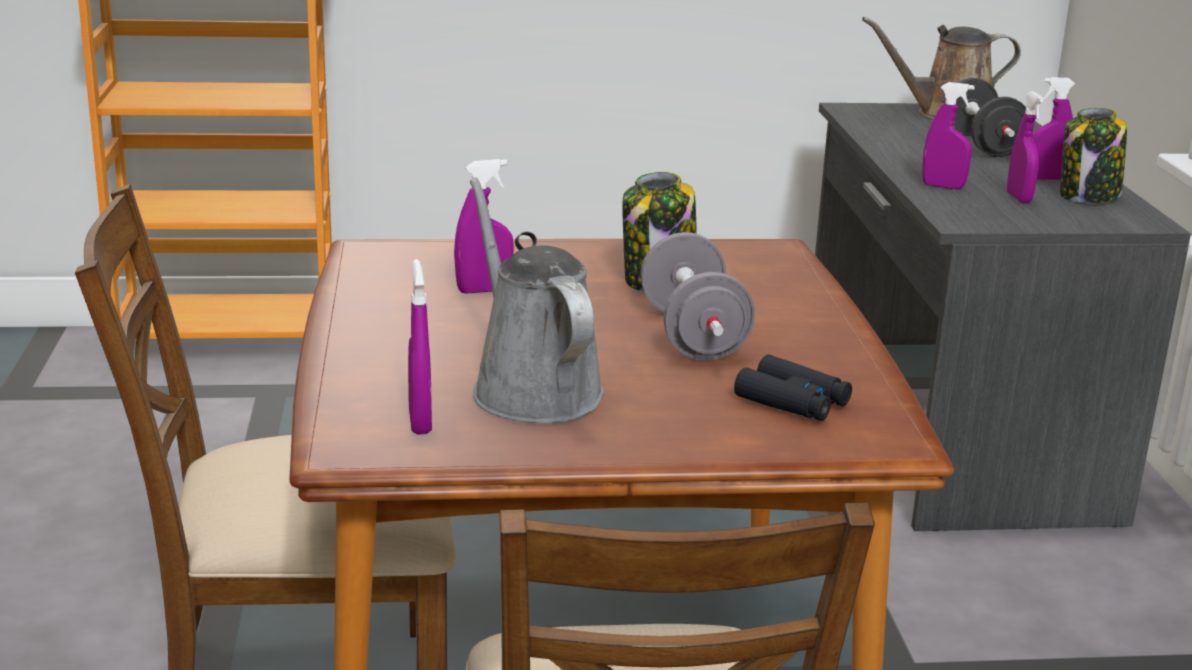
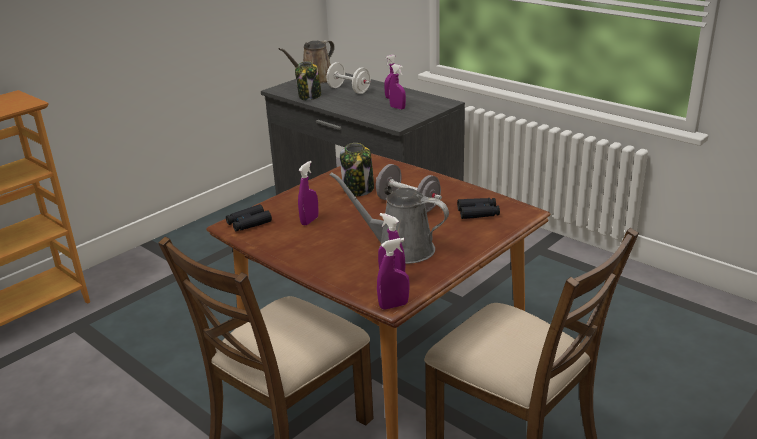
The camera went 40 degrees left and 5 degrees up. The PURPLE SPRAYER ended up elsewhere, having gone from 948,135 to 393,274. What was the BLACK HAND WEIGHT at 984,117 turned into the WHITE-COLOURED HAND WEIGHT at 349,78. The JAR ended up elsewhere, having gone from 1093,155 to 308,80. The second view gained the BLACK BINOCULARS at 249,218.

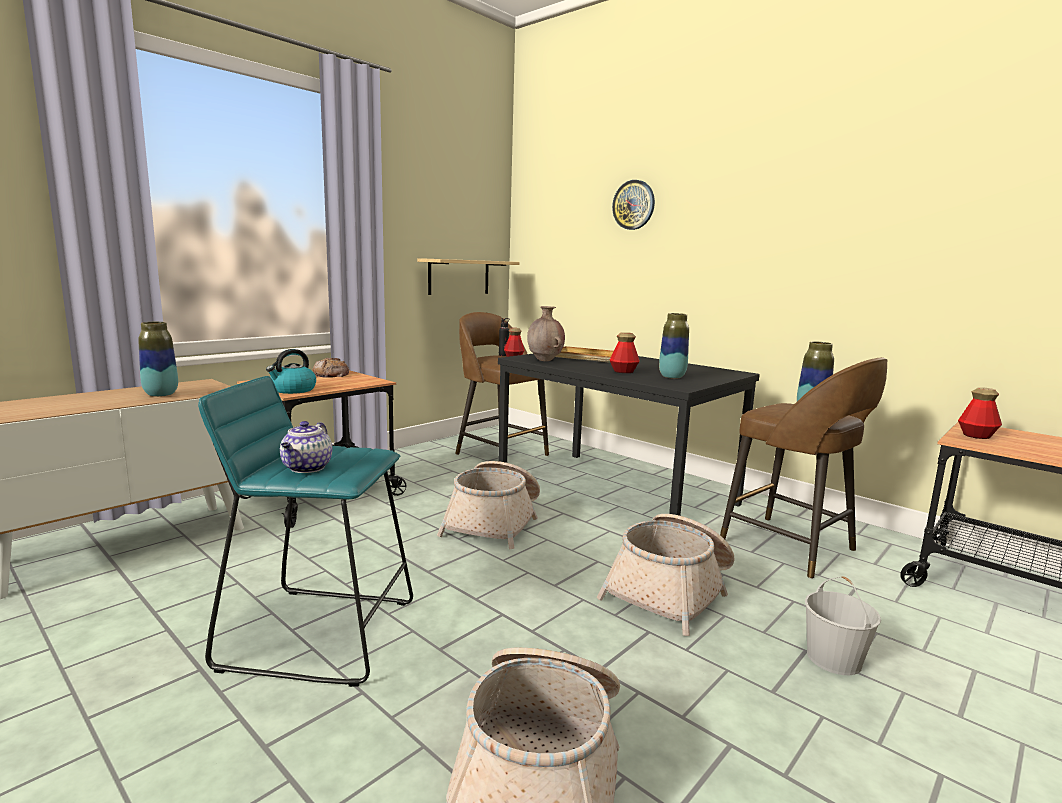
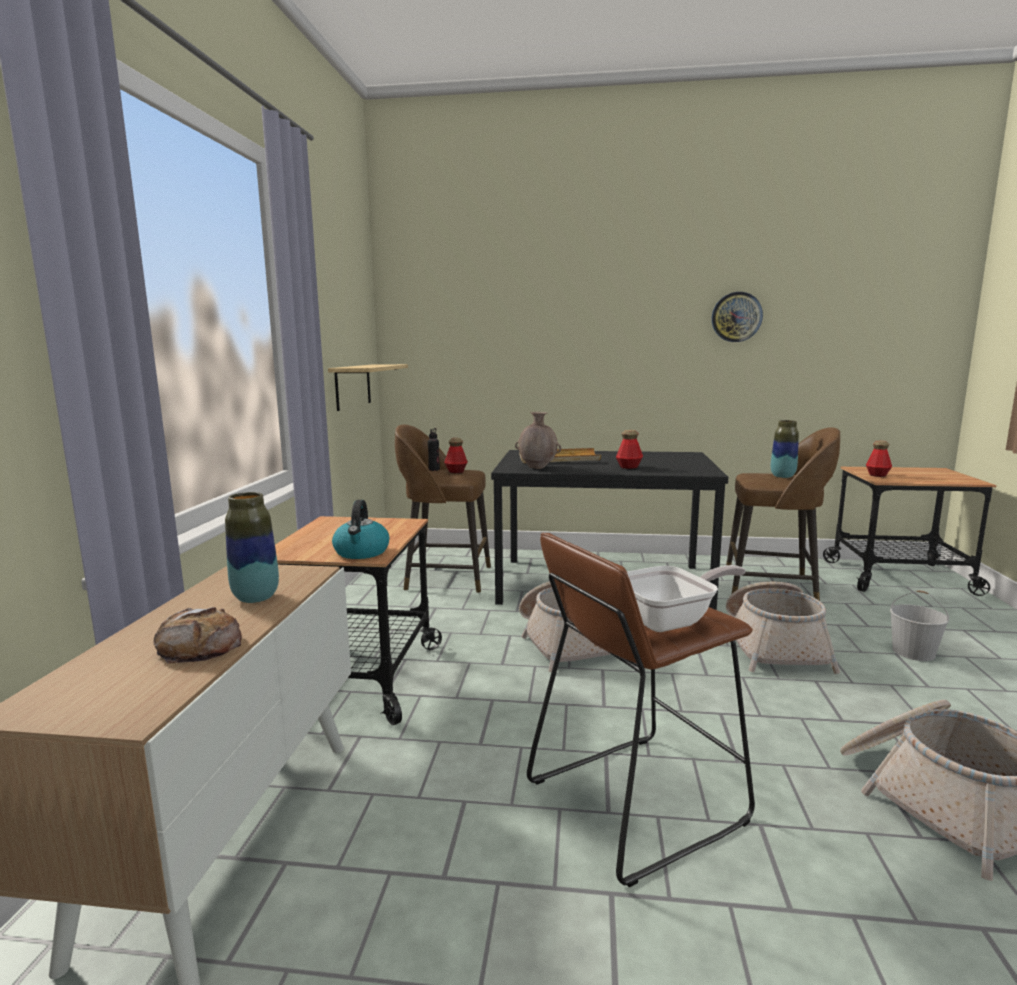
The camera went 35 degrees left and 0 degrees up. What was the TURQUOISE STOOL SEAT at 305,531 turned into the BROWN STOOL SEAT at 641,710. Where the TEAPOT stood at 306,447, the SKILLET came to stand at 686,598. The BREAD ended up elsewhere, having gone from 331,368 to 197,635. The HANGING CLOCK ended up elsewhere, having gone from 633,205 to 737,317. The second view lost the FLOWER VASE at 674,346.

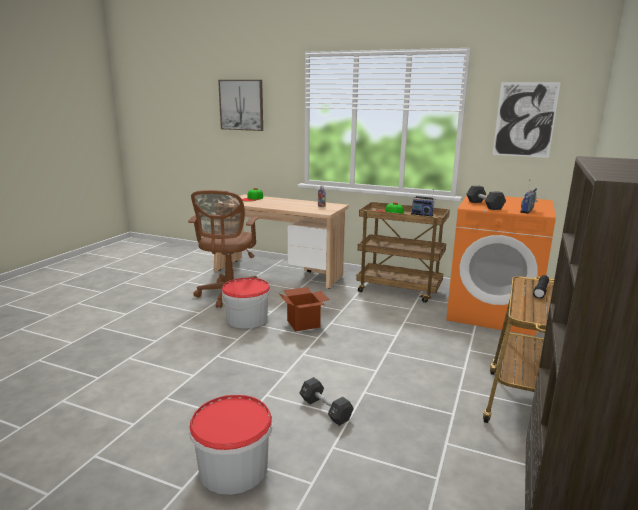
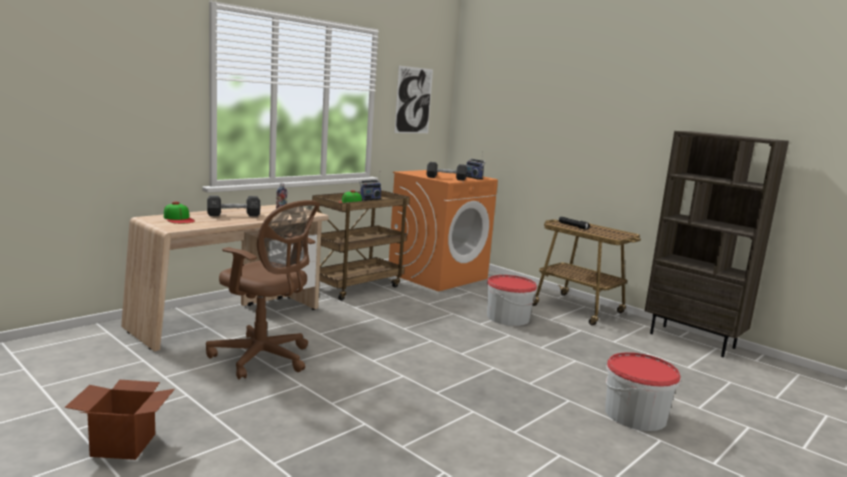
The camera went 70 degrees left and 5 degrees down. The second view lost the WALL ART at 240,105. The WATER BUCKET ended up elsewhere, having gone from 246,303 to 512,300. The CARDBOARD BOX ended up elsewhere, having gone from 305,309 to 120,420. The BLACK HAND WEIGHT ended up elsewhere, having gone from 327,401 to 233,206.

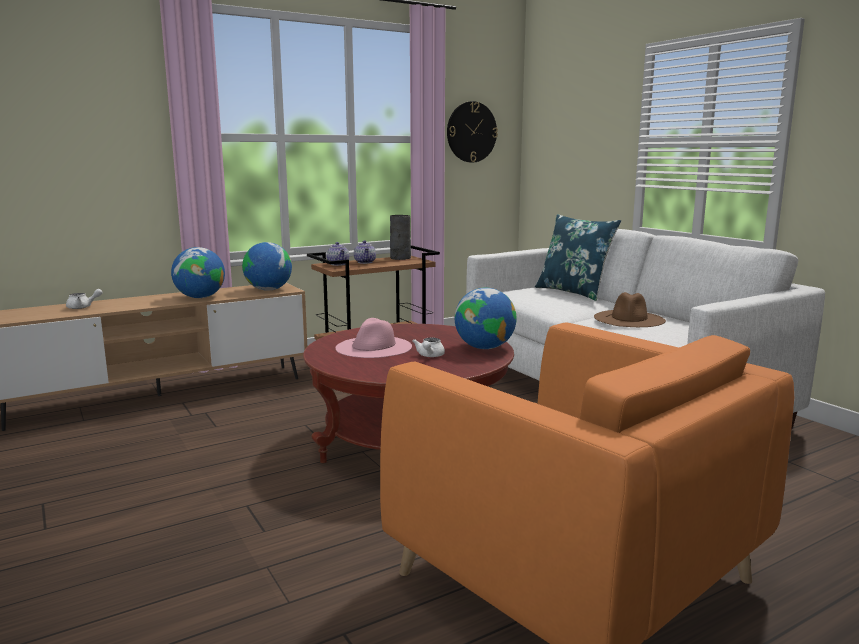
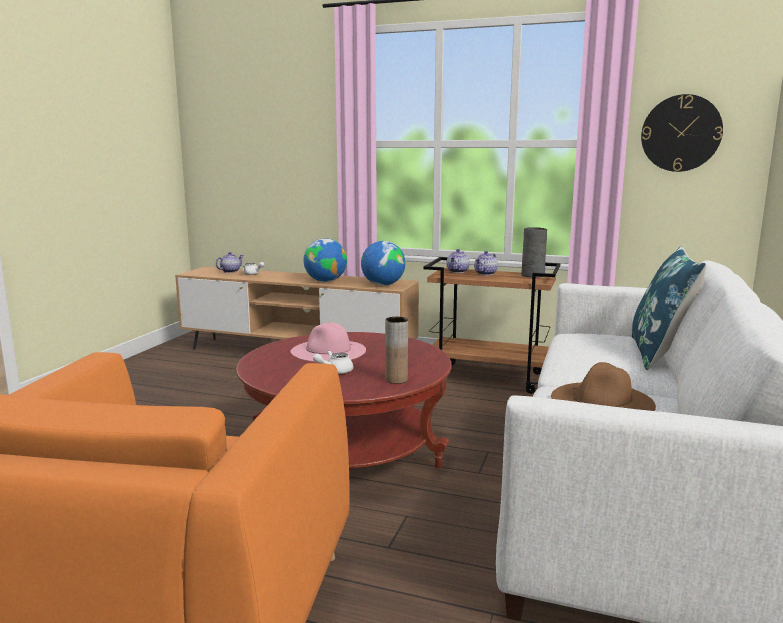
The camera went 50 degrees right and 0 degrees up. Where the WORLD GLOBE stood at 485,318, the BROWN FLOWER VASE came to stand at 396,350. The second view gained the TEAPOT at 230,262.

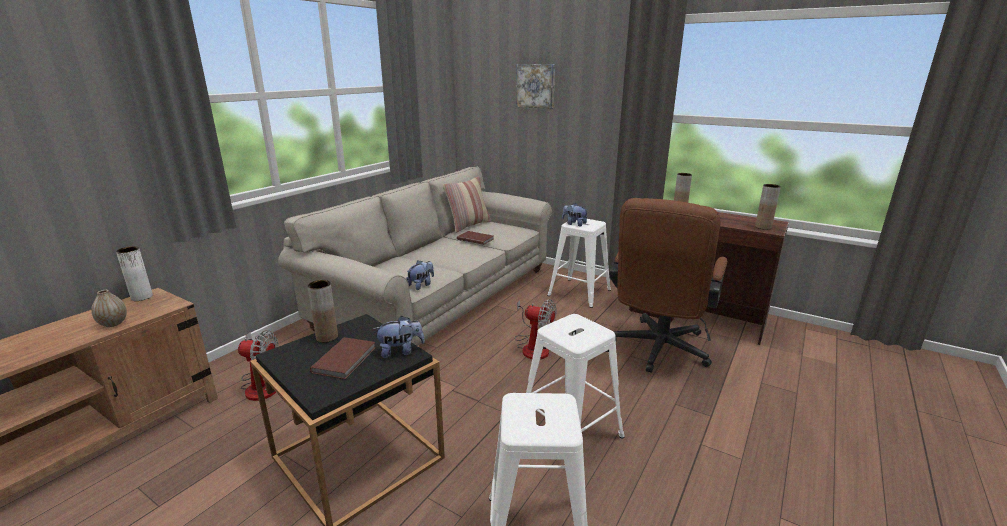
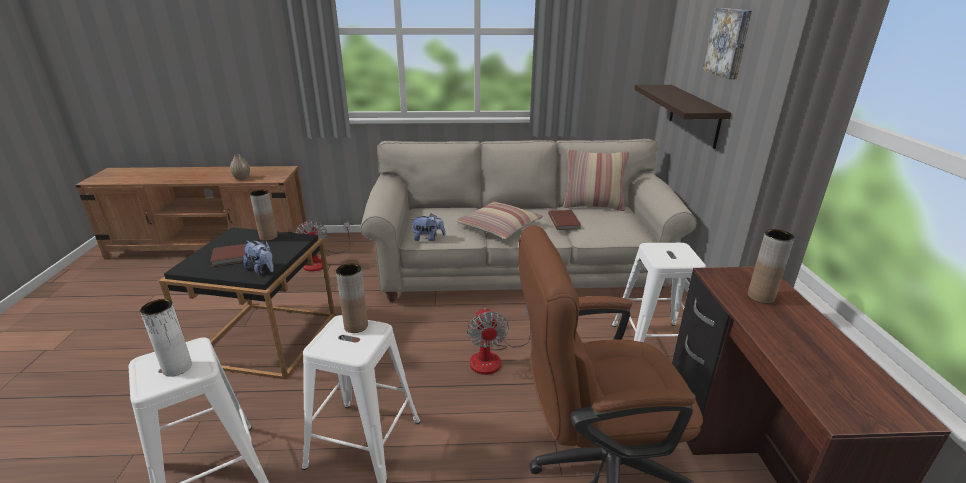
The camera went 55 degrees right and 5 degrees up. The WHITE-COLOURED FLOWER VASE ended up elsewhere, having gone from 134,273 to 166,338. The second view lost the PLUSH TOY at 575,214. The BROWN FLOWER VASE ended up elsewhere, having gone from 768,207 to 352,298. The second view gained the CUSHION at 499,220. The second view gained the BRACKET SHELF at 682,117.

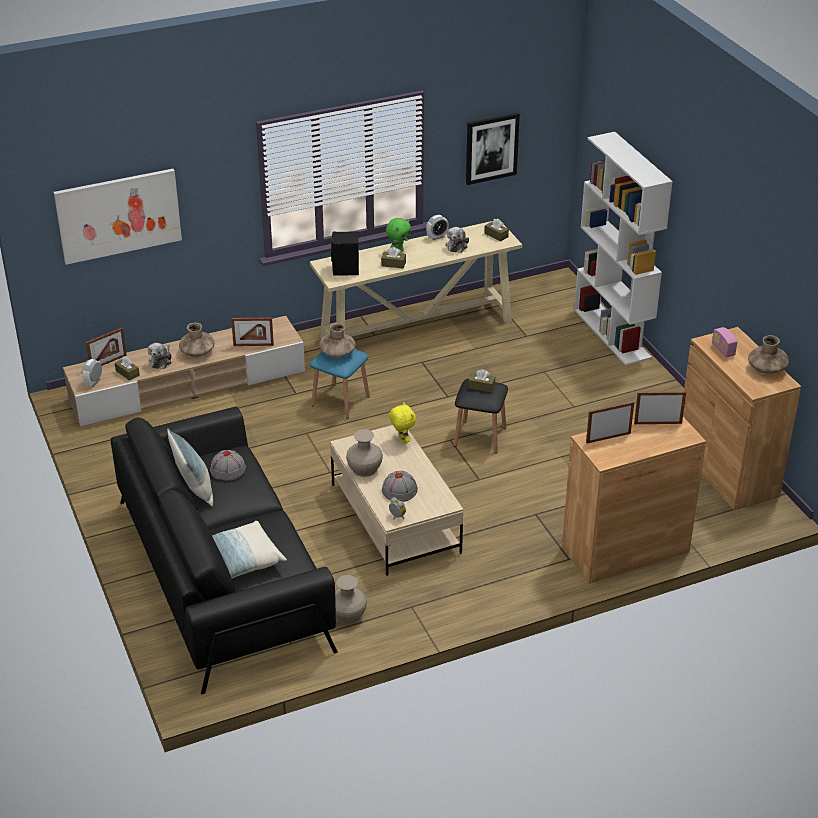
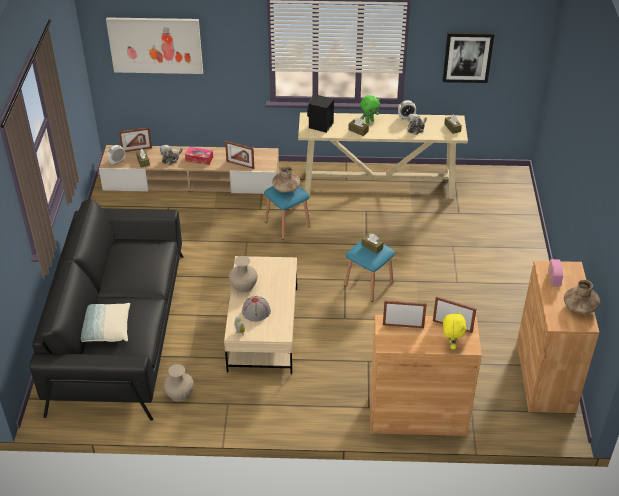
The camera went 25 degrees right and 5 degrees up. The second view lost the CUSHION at 190,467. Where the BROWN FLOWER VASE stood at 197,340, the TISSUE BOX came to stand at 199,156. The second view lost the GREY CLOTHING HAT at 228,465. The YELLOW PLUSH TOY ended up elsewhere, having gone from 402,423 to 454,330. What was the BLACK STOOL SEAT at 481,416 turned into the BLUISH STOOL SEAT at 369,271. The second view lost the WHITE-COLOURED BOOKCASE at 623,249.

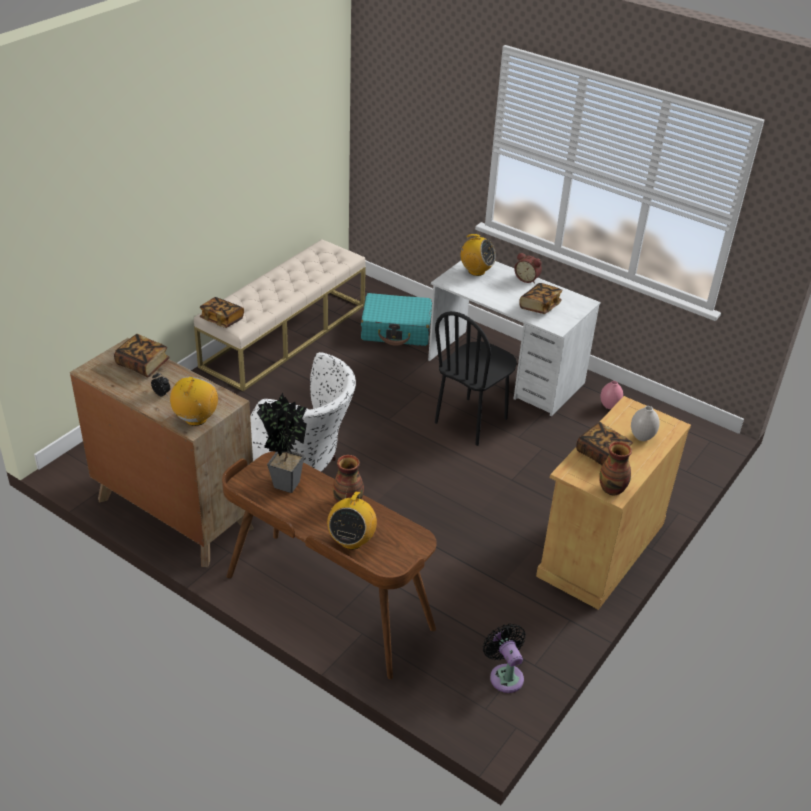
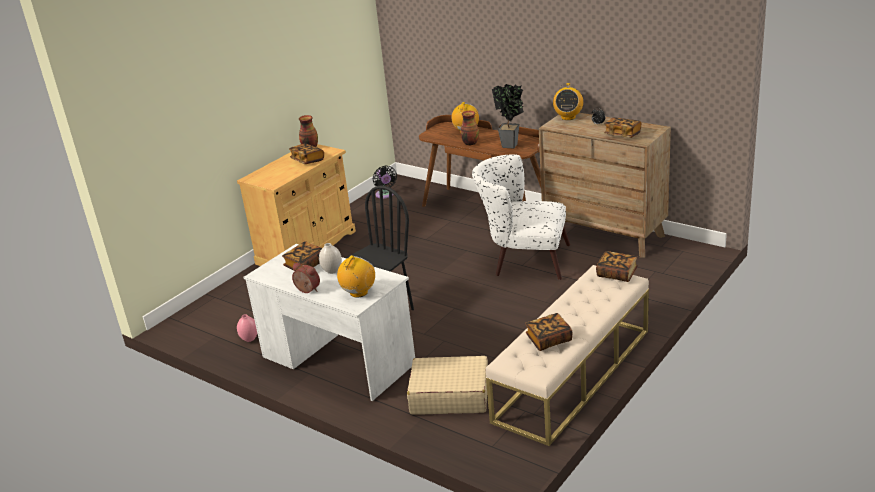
The camera went 175 degrees left and 10 degrees down. What was the TURQUOISE PIECE OF LUGGAGE at 396,319 turned into the BEIGE PIECE OF LUGGAGE at 447,385. The RADIO at 478,255 ended up facing another way, 90 degrees clockwise from before. The WHITE-COLOURED FLOWER VASE ended up elsewhere, having gone from 645,423 to 330,258. The second view gained the BOUND BOOK at 549,332.

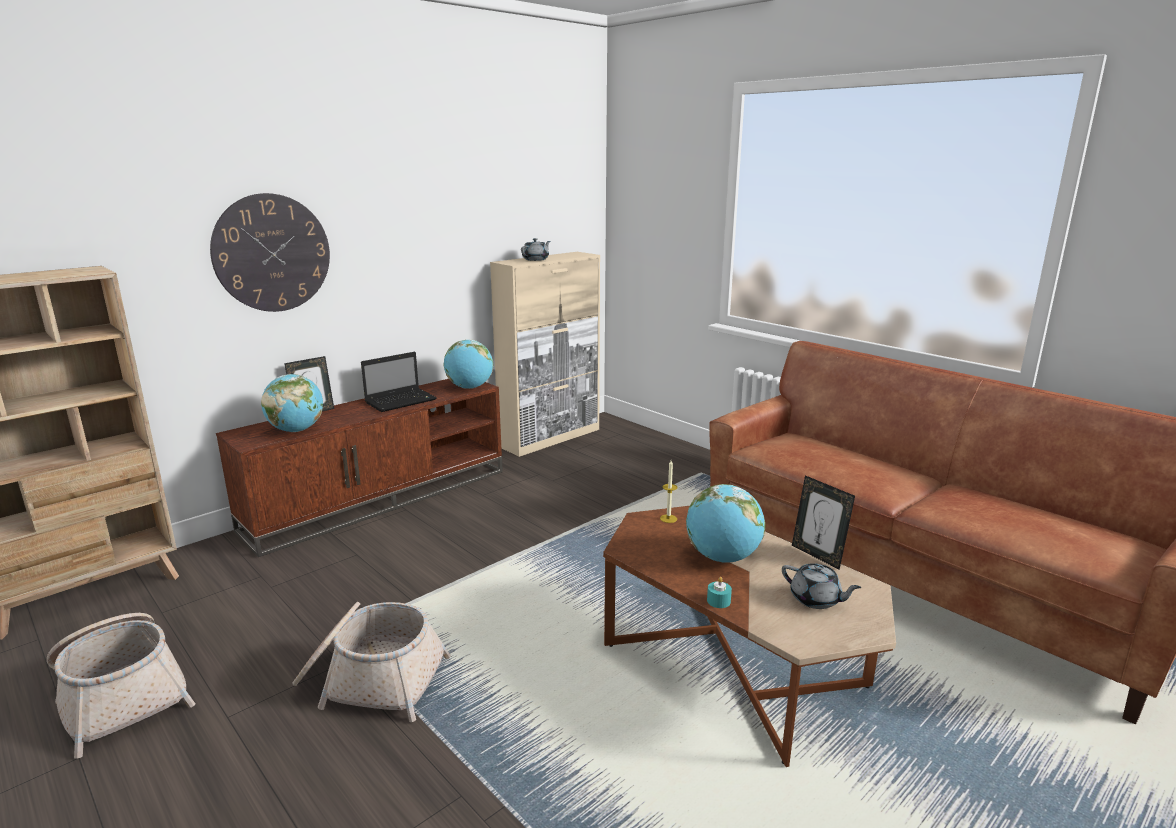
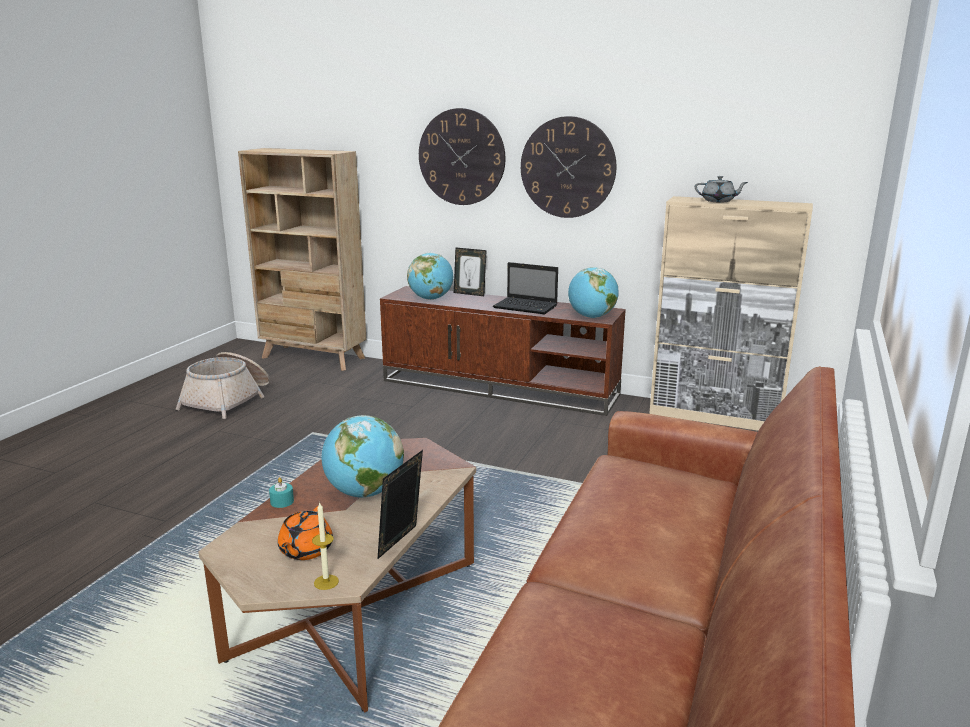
The camera went 65 degrees right and 0 degrees up. The second view lost the HOUSEHOLD BASKET at 371,662. The WAX CANDLE ended up elsewhere, having gone from 668,491 to 325,546. What was the GREY TEAPOT at 821,586 turned into the ORANGE TEAPOT at 305,533. The second view gained the HANGING CLOCK at 569,167.

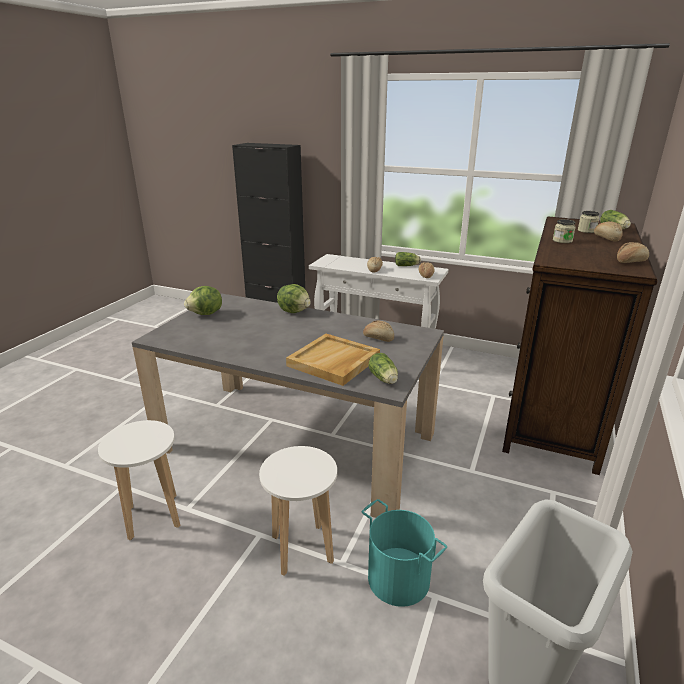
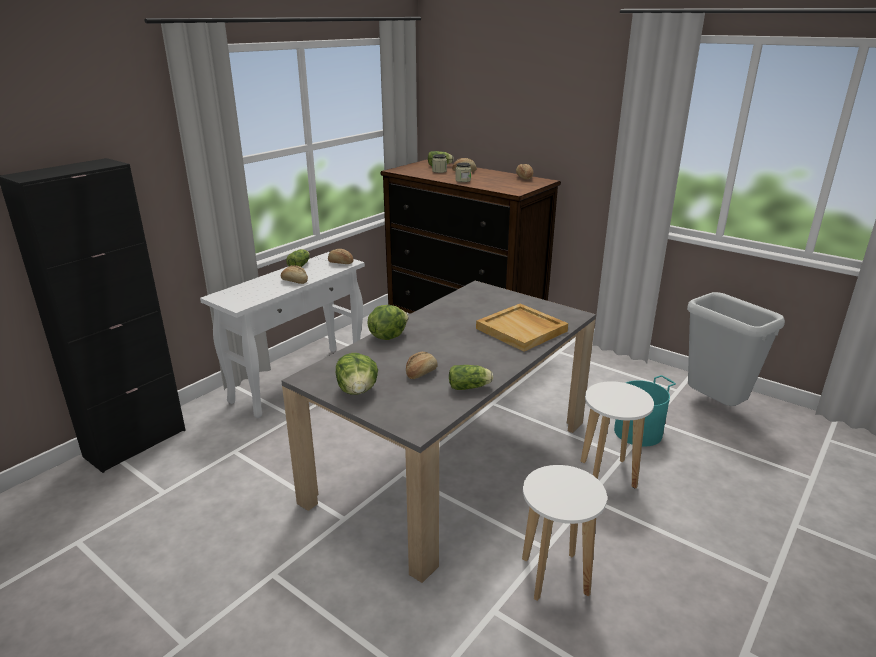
The camera went 75 degrees left and 0 degrees up. The BREAD ended up elsewhere, having gone from 378,331 to 422,365. The LETTUCE HEAD ended up elsewhere, having gone from 383,368 to 471,377.

